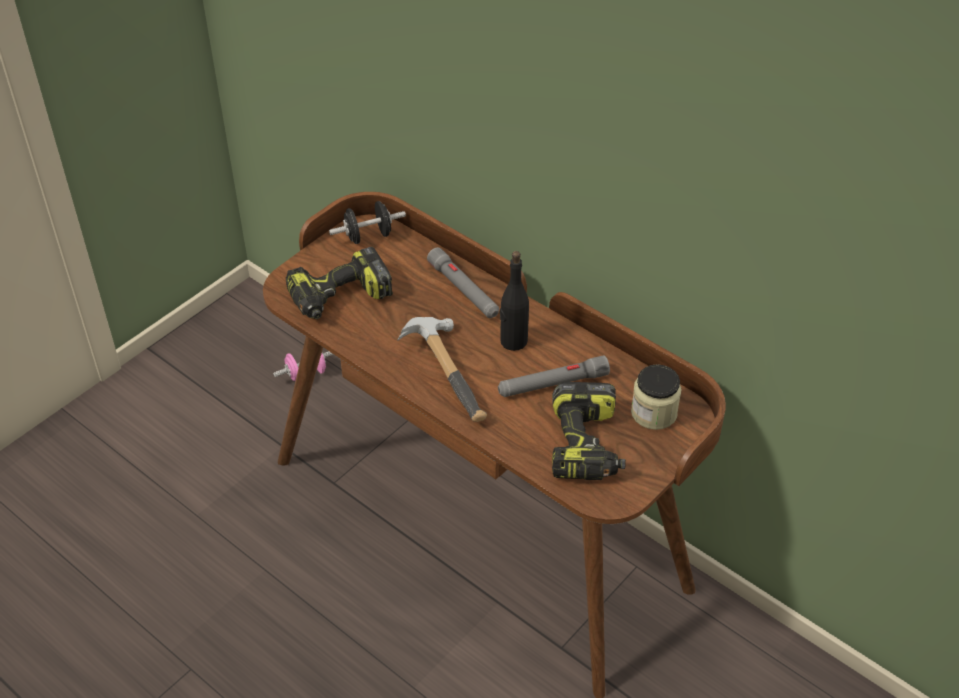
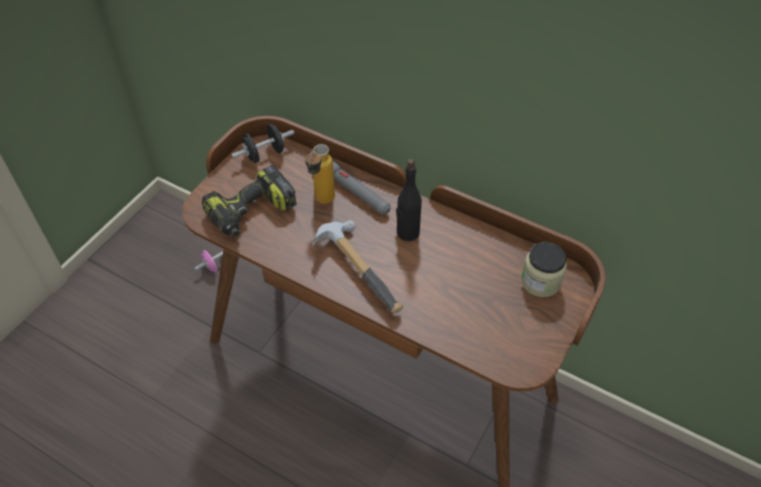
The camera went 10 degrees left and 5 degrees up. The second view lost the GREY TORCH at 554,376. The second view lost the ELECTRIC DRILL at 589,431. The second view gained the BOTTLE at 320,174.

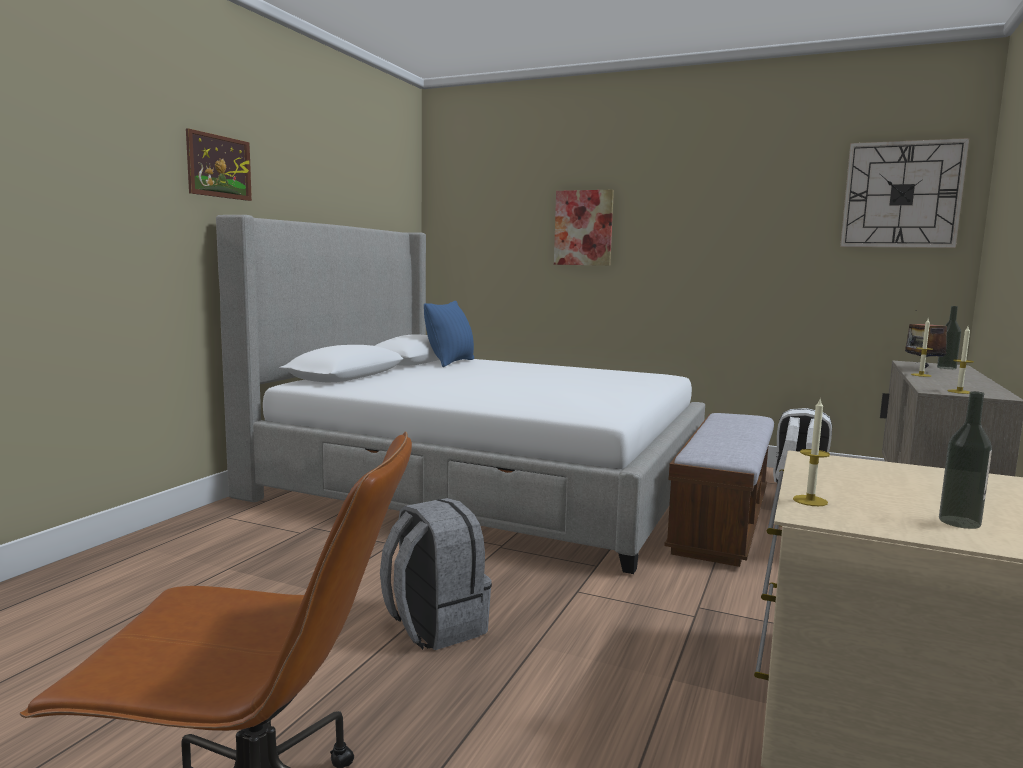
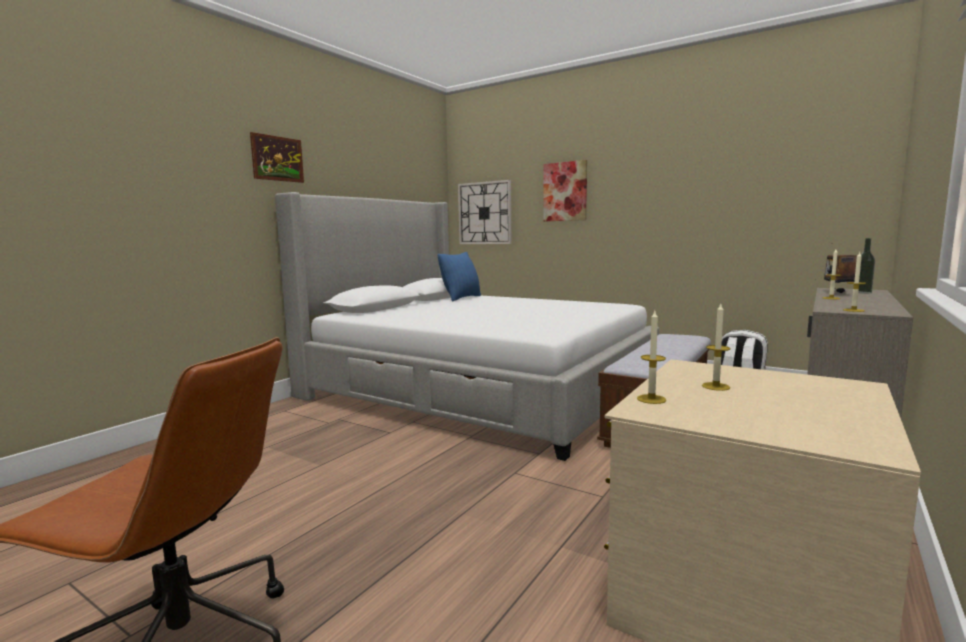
The camera went 10 degrees right and 0 degrees up. The second view lost the GREY KNAPSACK at 436,574. The HANGING CLOCK ended up elsewhere, having gone from 904,193 to 485,212. The second view lost the BOTTLE at 965,460. The second view gained the WAX CANDLE at 716,347.

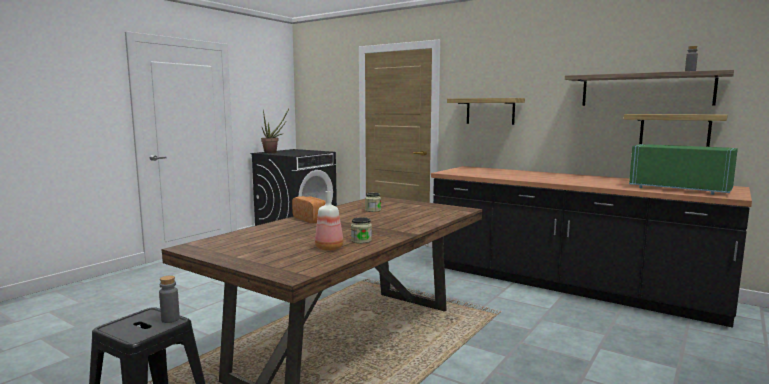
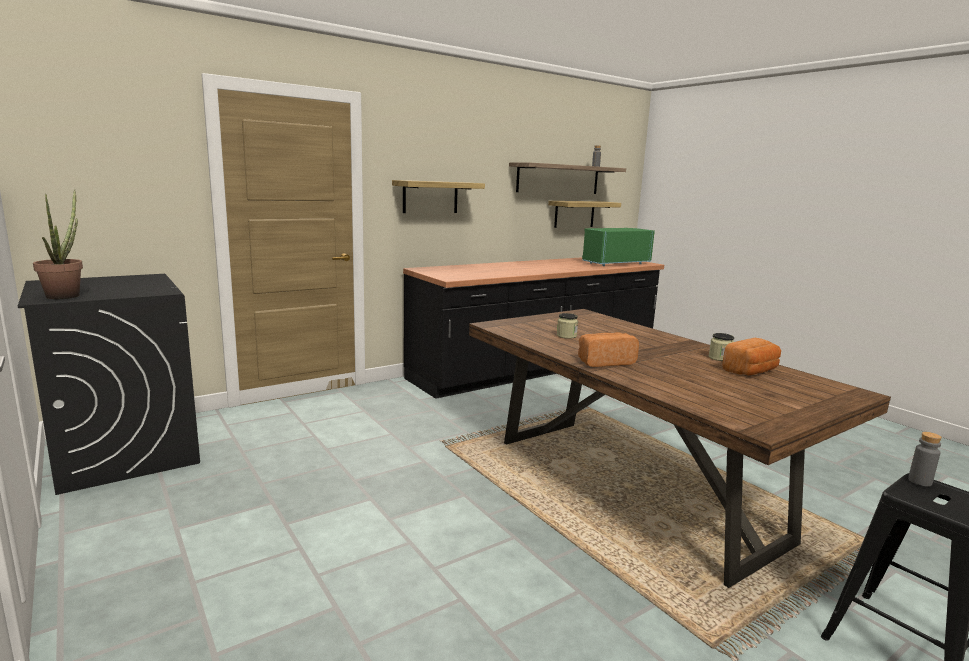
The camera went 70 degrees left and 5 degrees up. Where the BOTTLE stood at 329,221, the BREAD came to stand at 751,357.

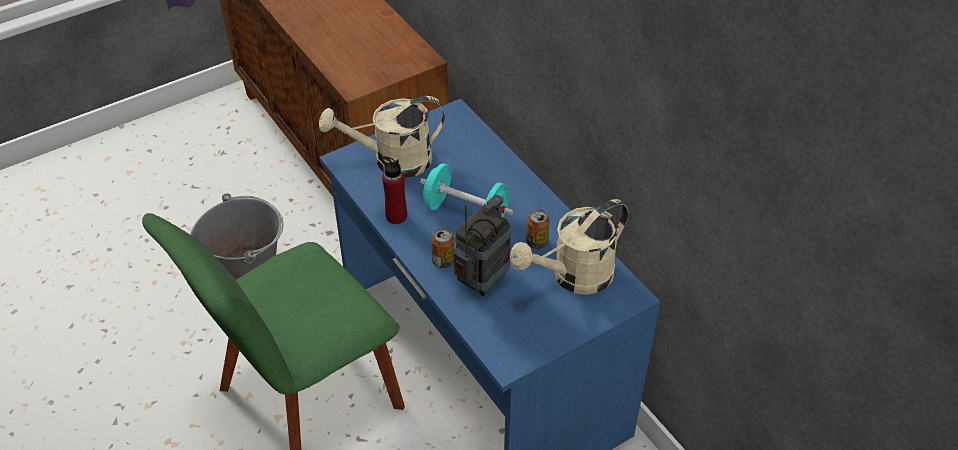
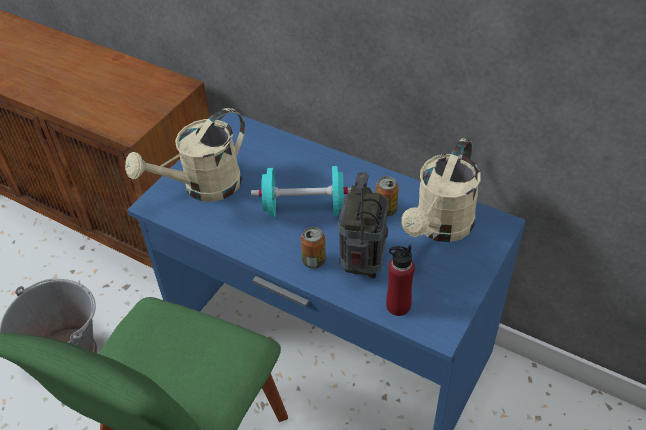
The camera went 25 degrees left and 0 degrees up. The REDDISH BOTTLE ended up elsewhere, having gone from 394,190 to 400,280.

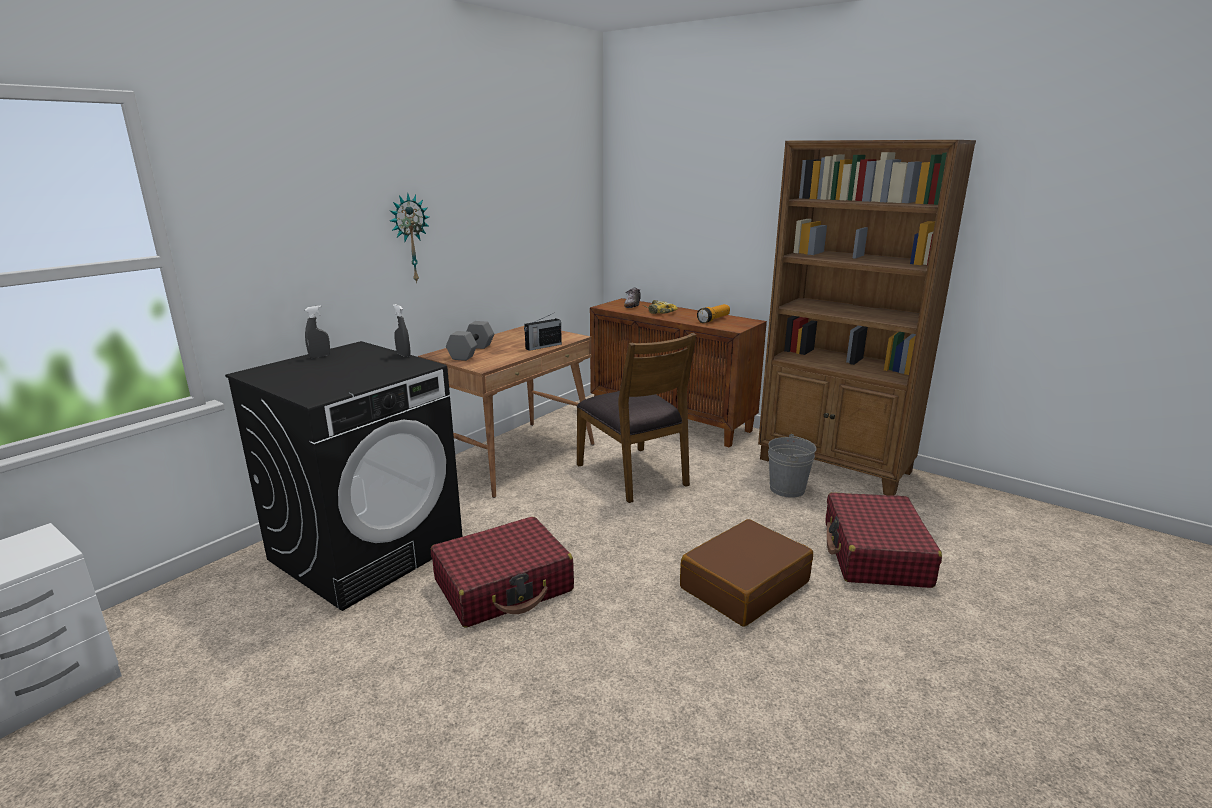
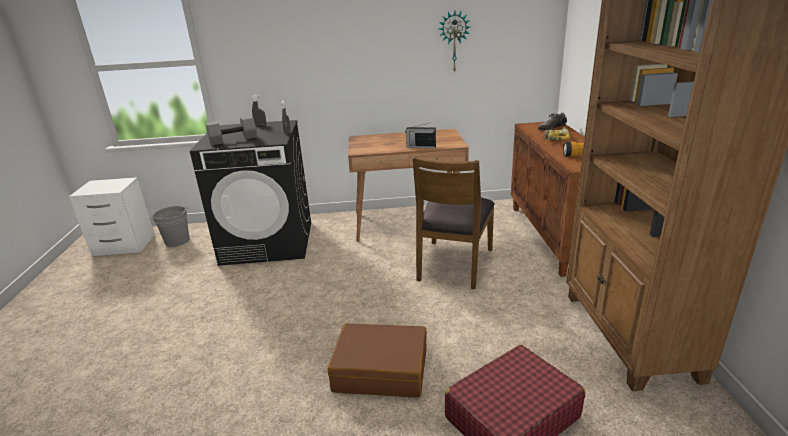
The camera went 50 degrees right and 5 degrees up. The HANGING CLOCK ended up elsewhere, having gone from 409,238 to 454,42. The second view lost the REDDISH PIECE OF LUGGAGE at 502,572. The GREY HAND WEIGHT ended up elsewhere, having gone from 470,341 to 231,130. The GREY WATER BUCKET ended up elsewhere, having gone from 792,466 to 169,226.

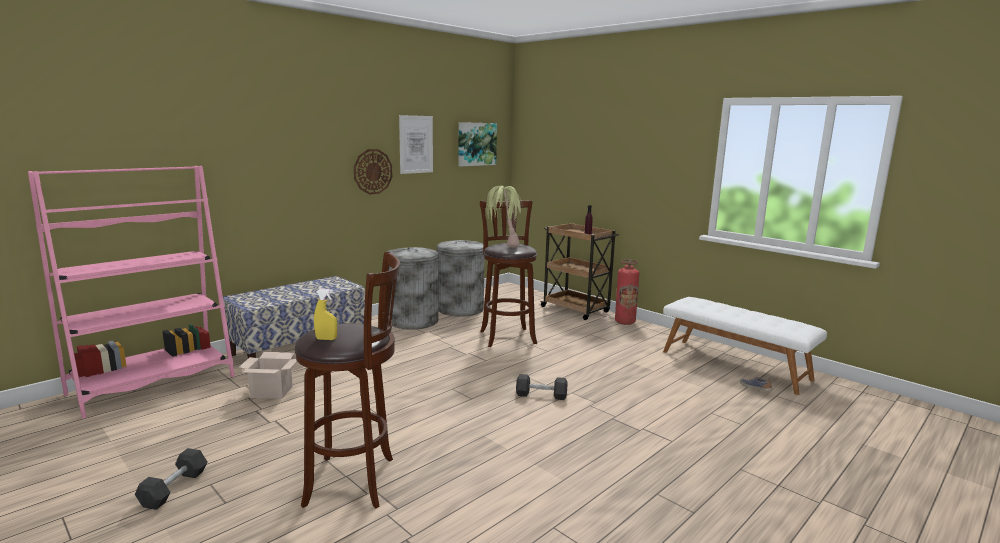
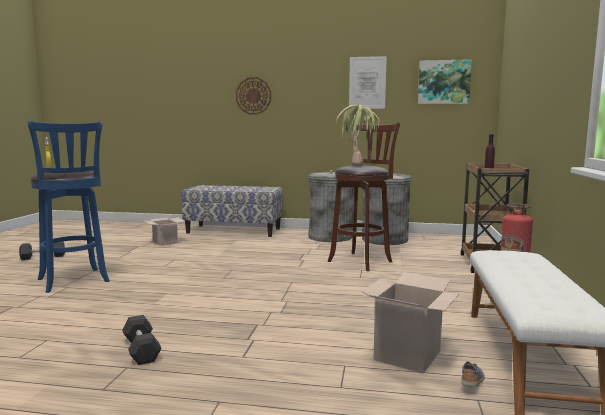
The camera went 55 degrees right and 5 degrees down. The second view lost the PINK-COLOURED BOOKCASE at 131,292. What was the BROWN STOOL SEAT at 347,380 turned into the BLUISH STOOL SEAT at 69,207. The HANGING CLOCK ended up elsewhere, having gone from 373,172 to 253,96. The BLACK HAND WEIGHT ended up elsewhere, having gone from 542,387 to 141,340. The second view gained the CARDBOARD BOX at 410,323.

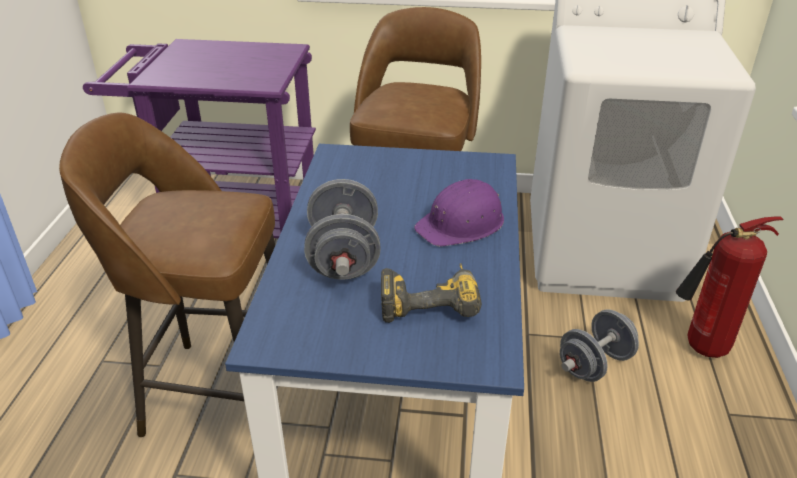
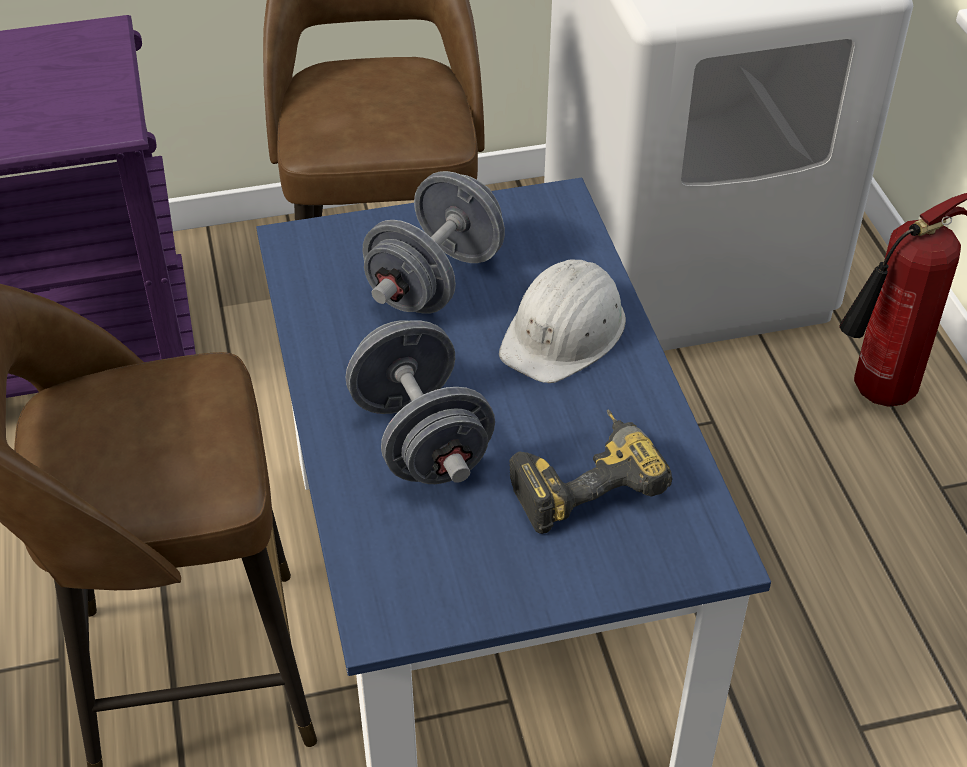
The camera went 20 degrees left and 10 degrees up. What was the PURPLE SAFETY HELMET at 459,213 turned into the WHITE-COLOURED SAFETY HELMET at 562,321. The GREY HAND WEIGHT ended up elsewhere, having gone from 599,345 to 434,242.

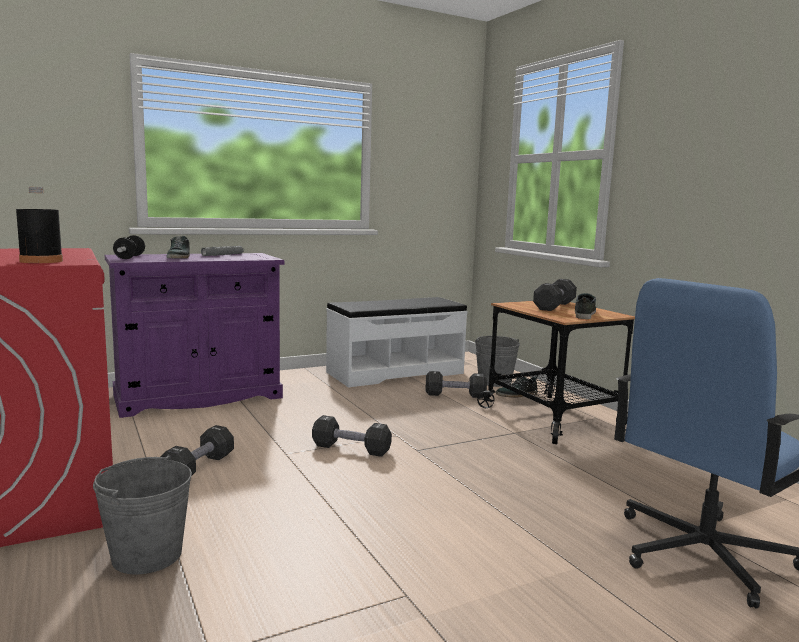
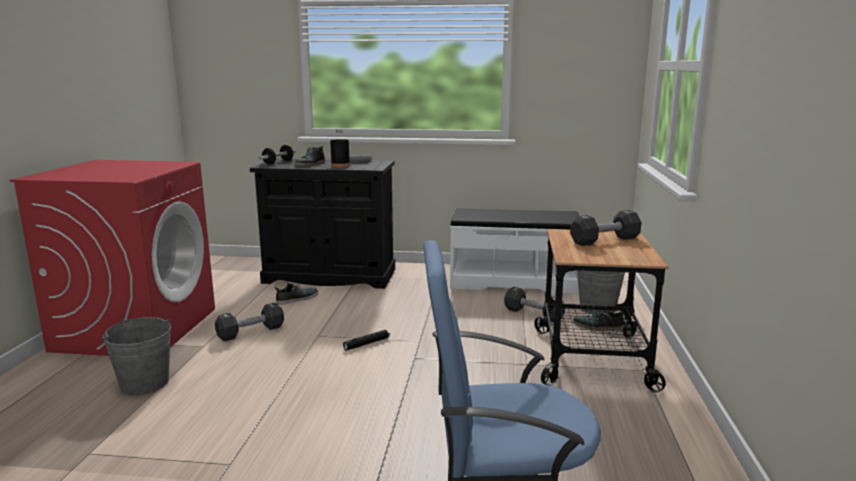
The camera went 35 degrees right and 5 degrees up. The BLACK BOTTLE ended up elsewhere, having gone from 39,225 to 340,148. What was the PURPLE CUPBOARD at 194,335 turned into the BLACK CUPBOARD at 322,224. Where the BLACK HAND WEIGHT stood at 352,436, the BLACK TORCH came to stand at 366,340. The ITEM OF FOOTWEAR ended up elsewhere, having gone from 585,306 to 296,294.

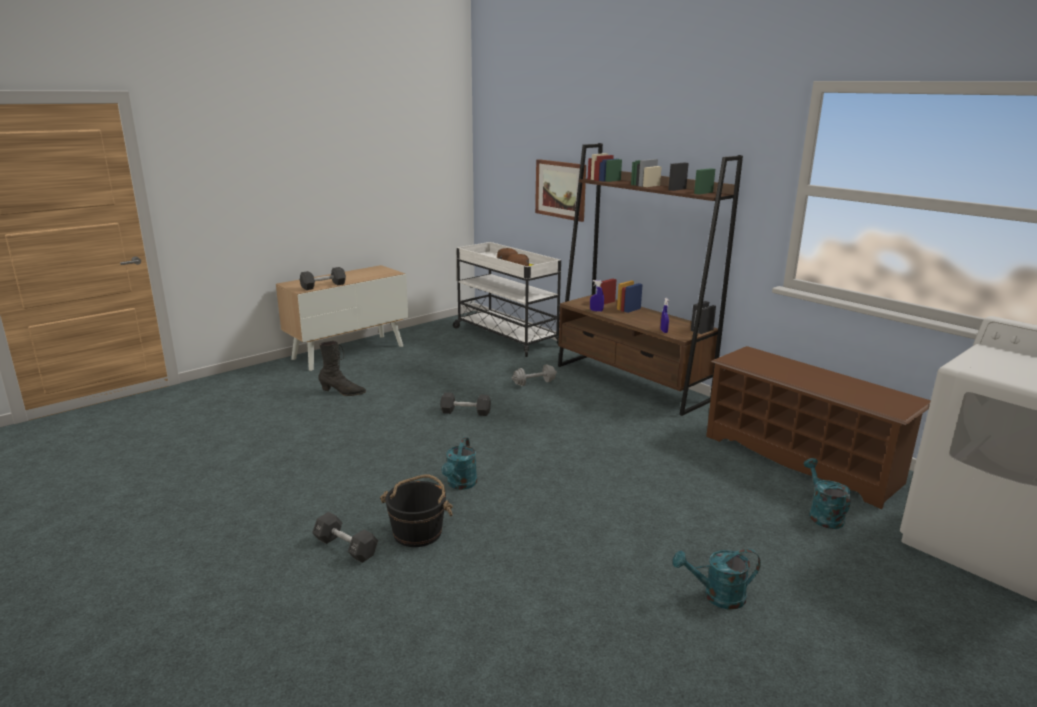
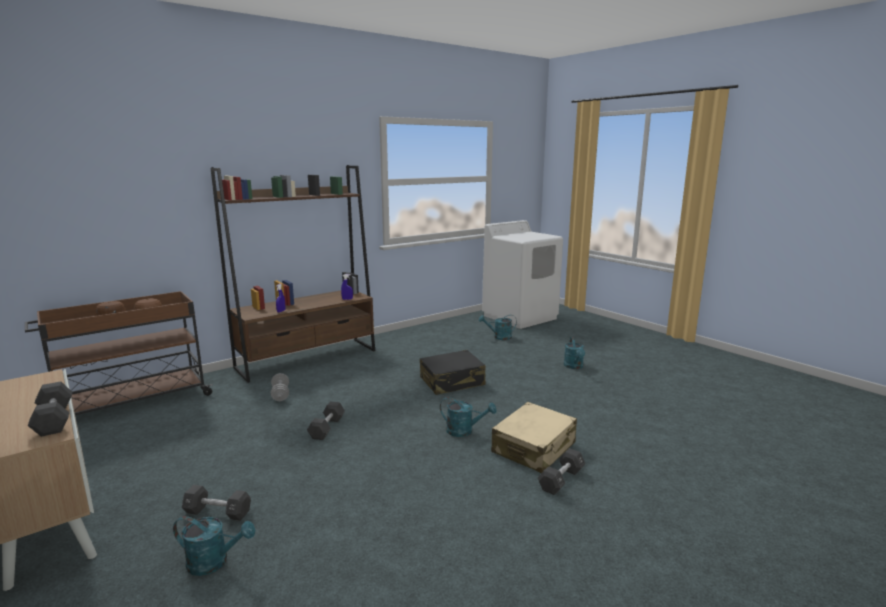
The camera went 85 degrees left and 5 degrees down. Where the BLACK TALL BOOT stood at 342,368, the BLACK HAND WEIGHT came to stand at 216,503. Where the BLACK WATER BUCKET stood at 416,510, the BEIGE PIECE OF LUGGAGE came to stand at 534,437. What was the WHITE-COLOURED CART at 507,299 turned into the BROWN CART at 119,353. The second view lost the WALL ART at 560,190. The second view lost the BROWN SHOE STAND at 818,427. The second view gained the TURQUOISE SPRINKLING CAN at 214,546. The second view gained the BLACK PIECE OF LUGGAGE at 453,372.

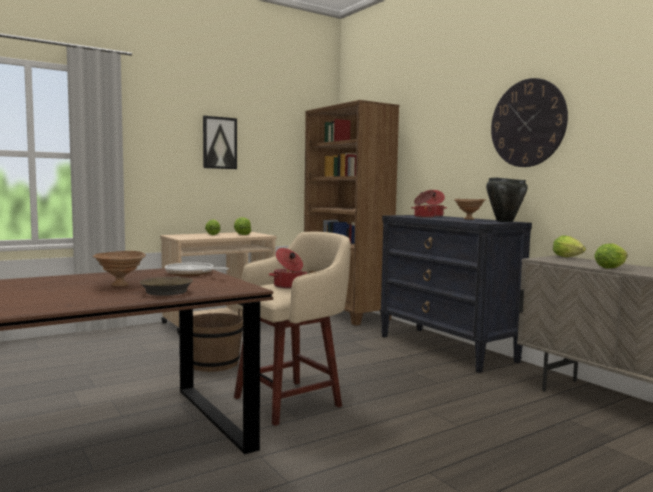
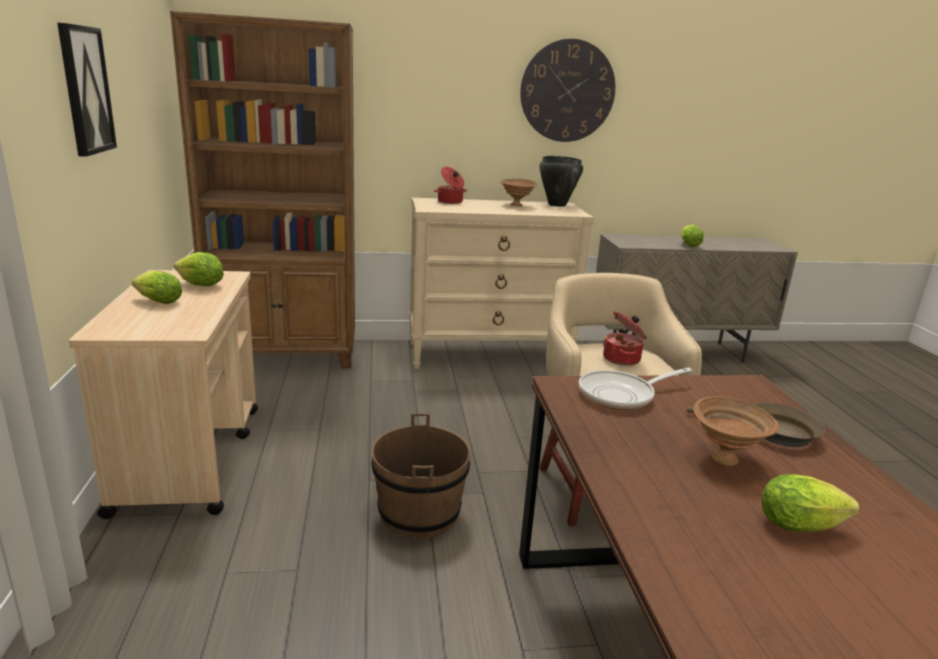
The camera went 65 degrees left and 15 degrees up. What was the BLACK DRESSER at 456,294 turned into the BEIGE DRESSER at 501,283. The second view lost the SAUCEPOT at 424,204. The LETTUCE HEAD ended up elsewhere, having gone from 569,246 to 810,503.

